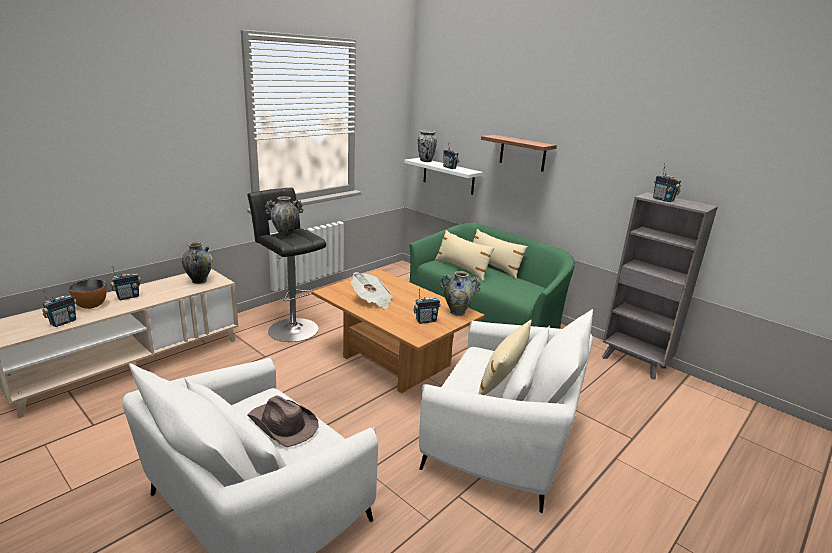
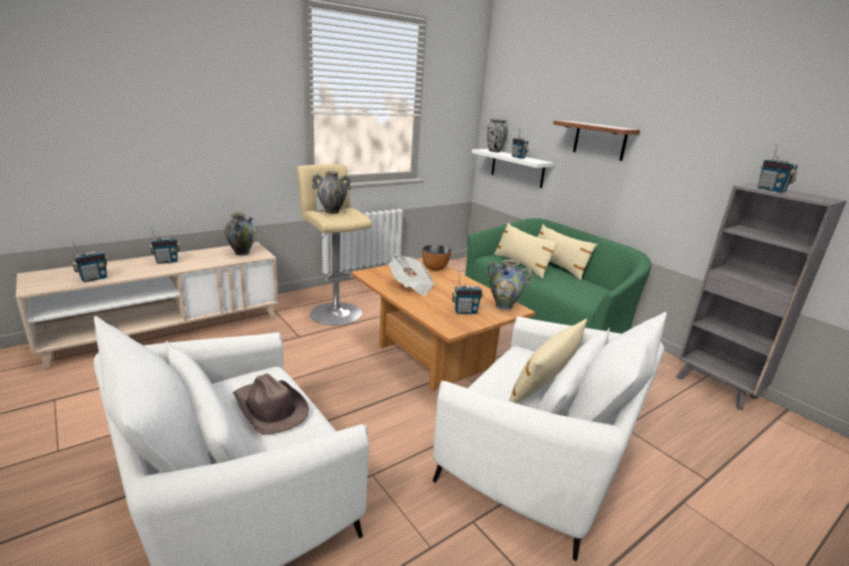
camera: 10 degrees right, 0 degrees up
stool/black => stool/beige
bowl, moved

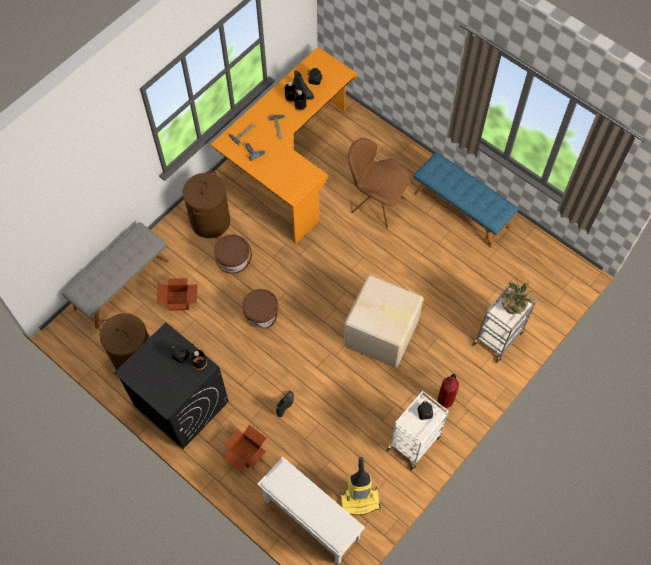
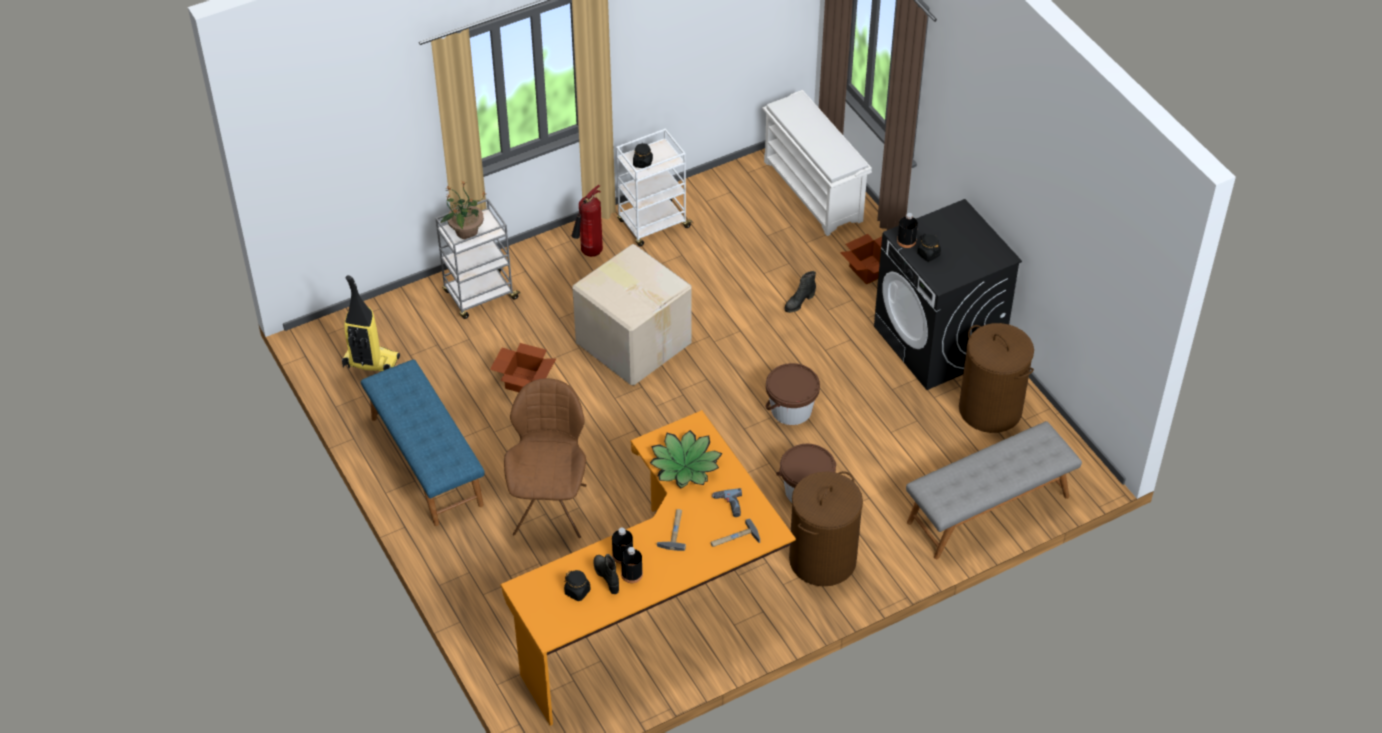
camera: 160 degrees left, 15 degrees down
chair/brown, 135 degrees counterclockwise
cardboard box (1st from left), moved
vacuum cleaner, moved
nothing => potted plant (2nd from left)

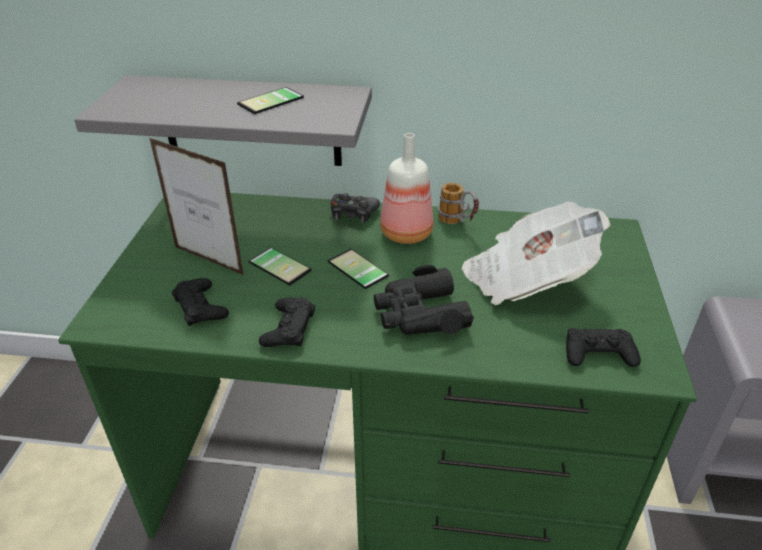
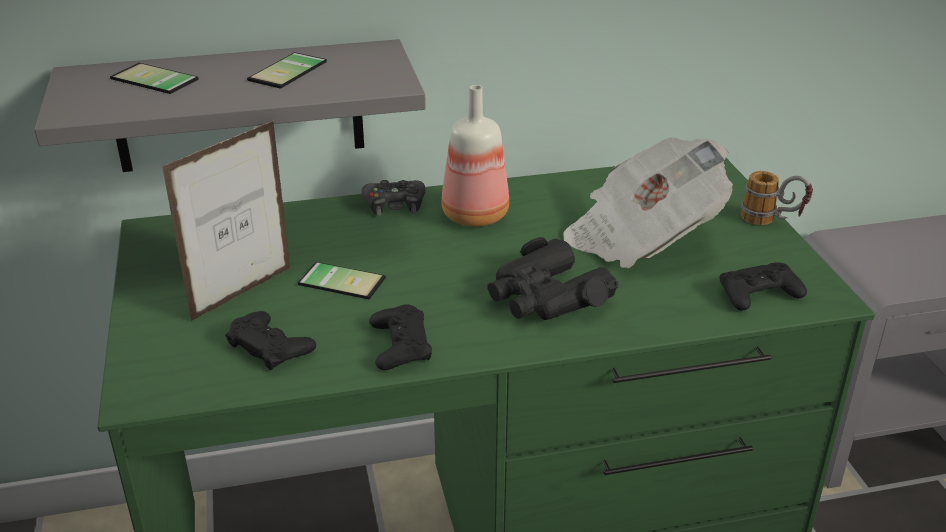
camera: 20 degrees left, 5 degrees down
picture frame, 60 degrees counterclockwise
mug, moved
phone (3rd from left in the first image) => phone (1st from left), moved

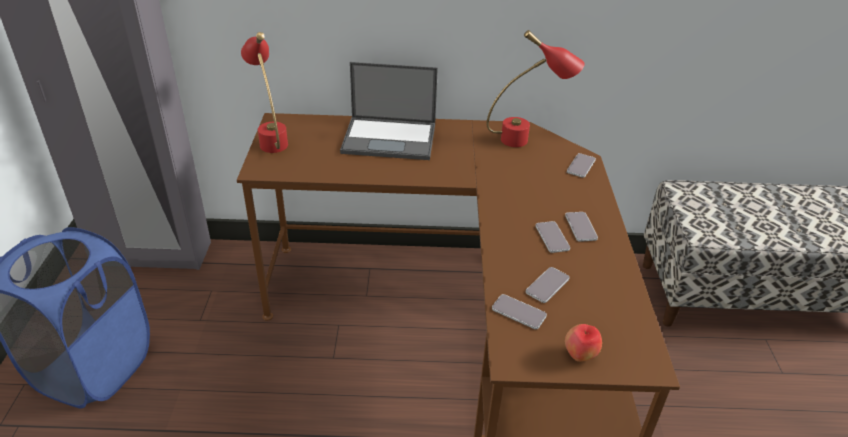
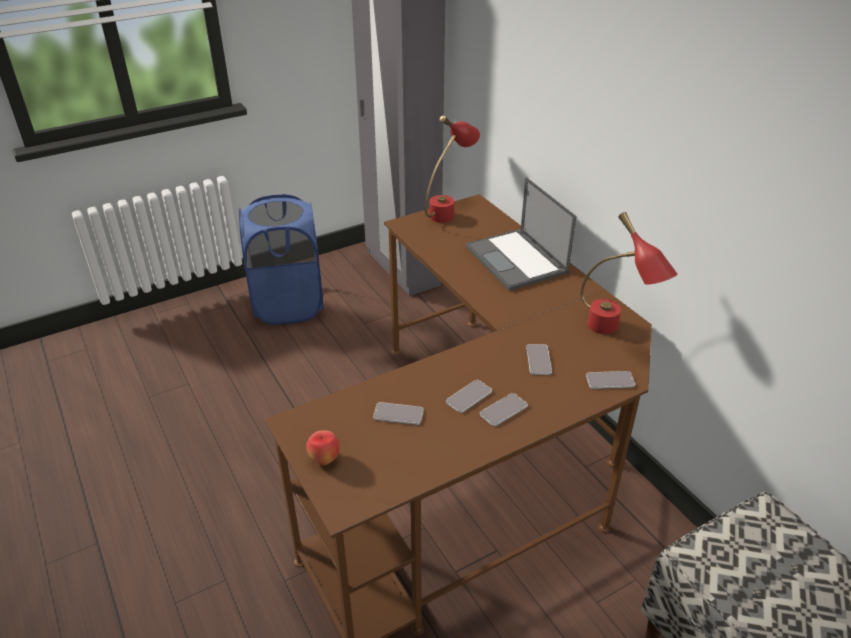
camera: 60 degrees right, 0 degrees up
phone (1st from left in the first image) => phone (4th from left), moved

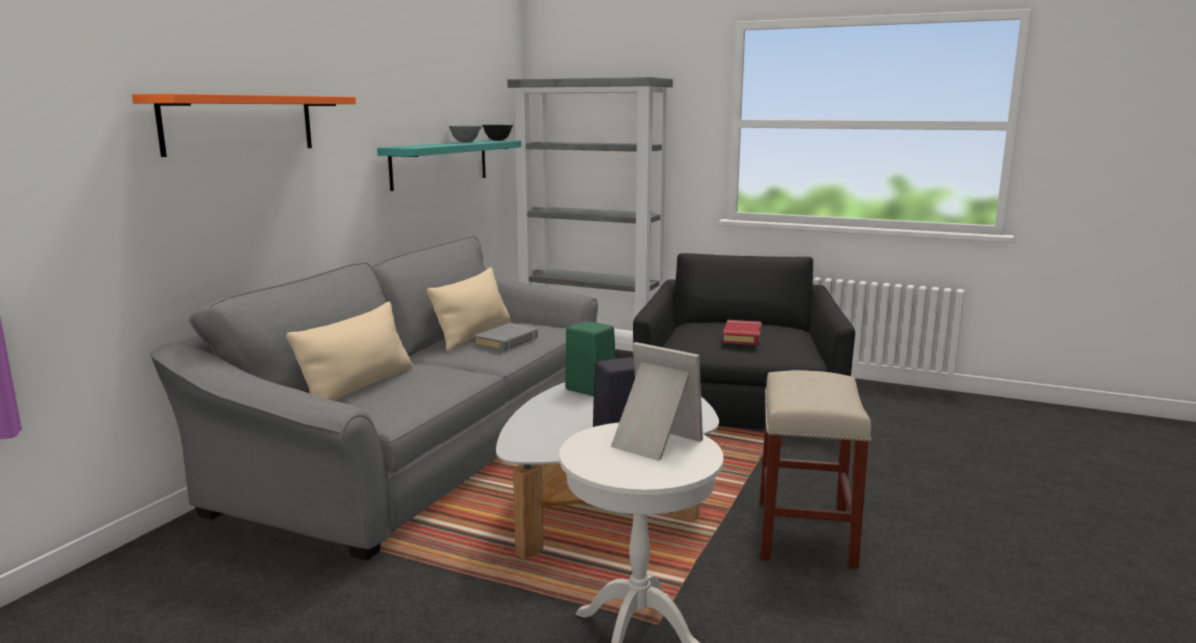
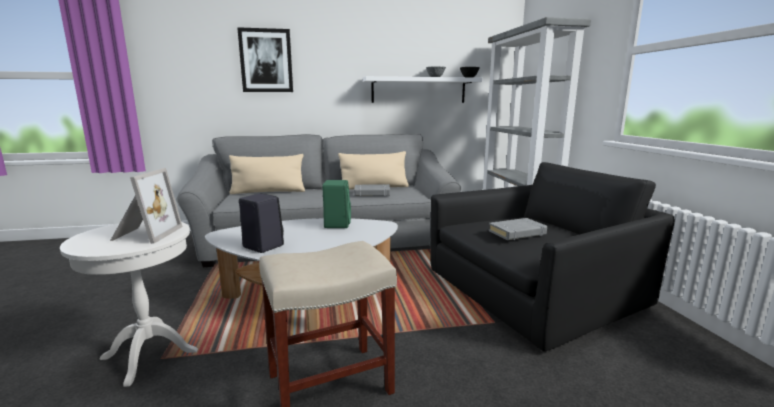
camera: 55 degrees right, 0 degrees up
shelf/orange => picture
shelf/turquoise => shelf/white
book/red => book/grey (2nd from left)

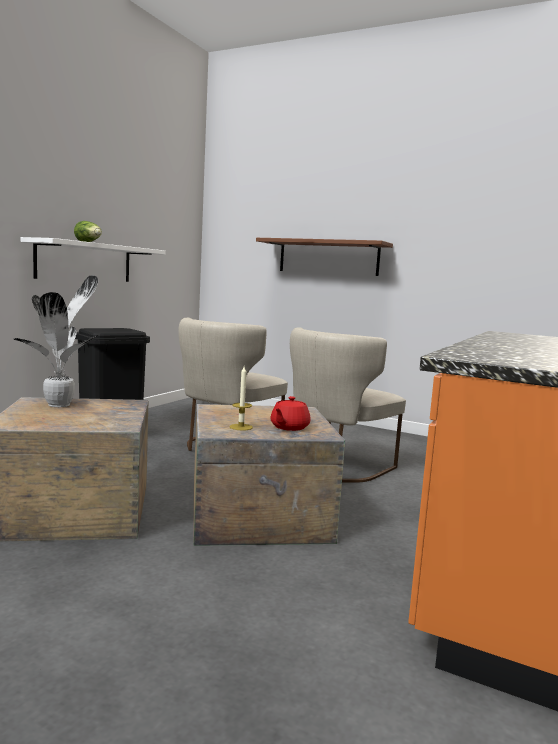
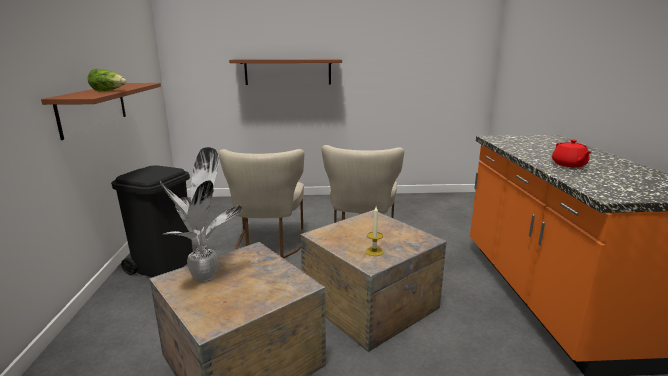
camera: 30 degrees left, 10 degrees up
shelf/white => shelf/brown (1st from left)
teapot/red, moved

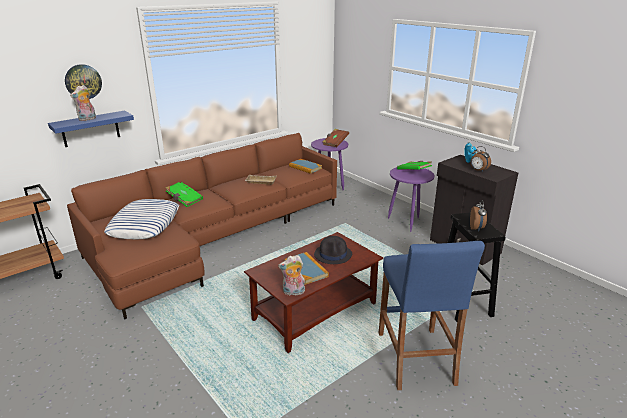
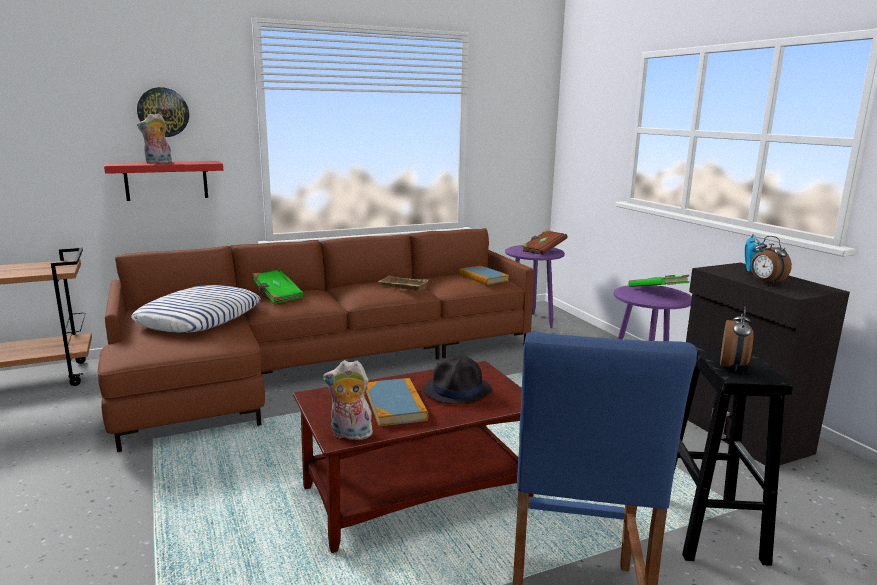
camera: 15 degrees right, 10 degrees down
shelf/blue => shelf/red

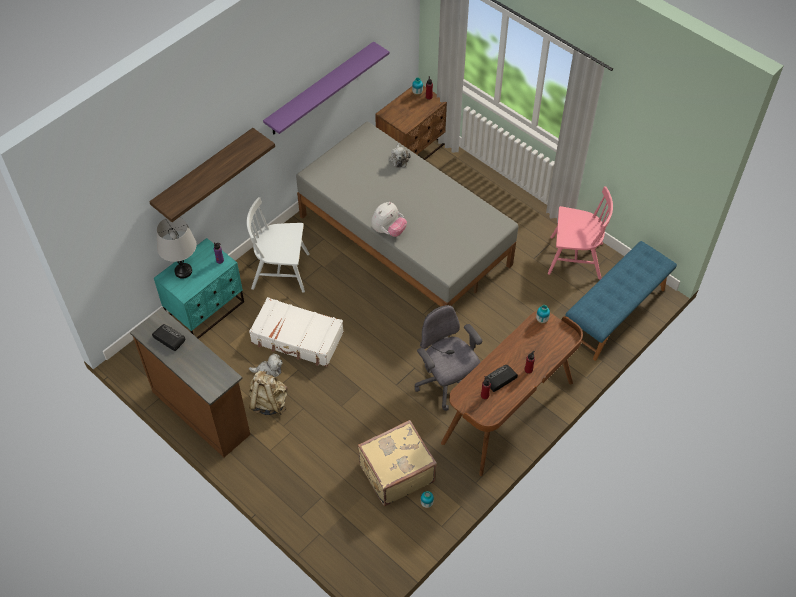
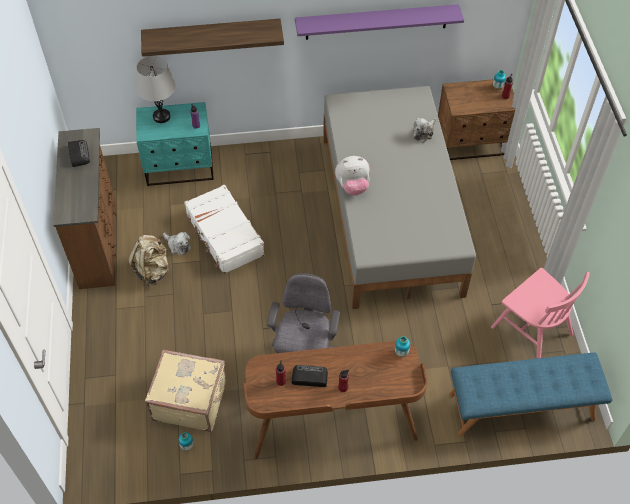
camera: 40 degrees right, 0 degrees up
chair/white => nothing

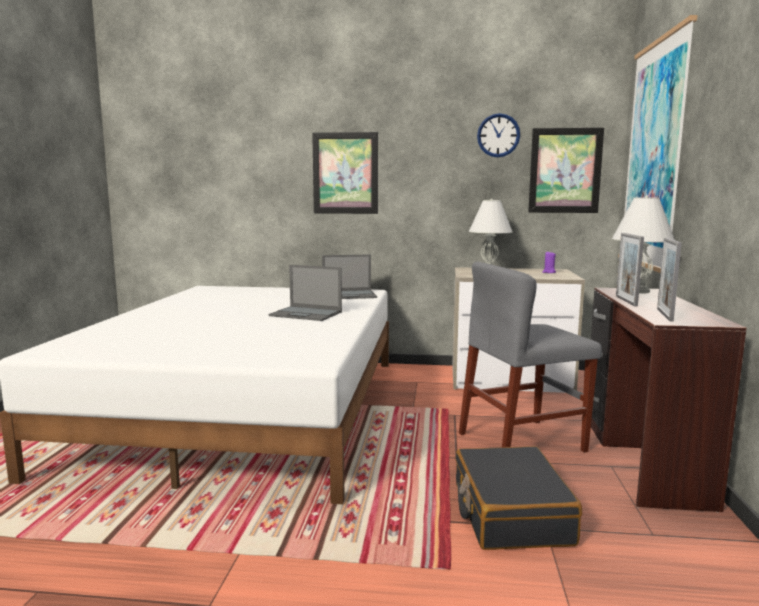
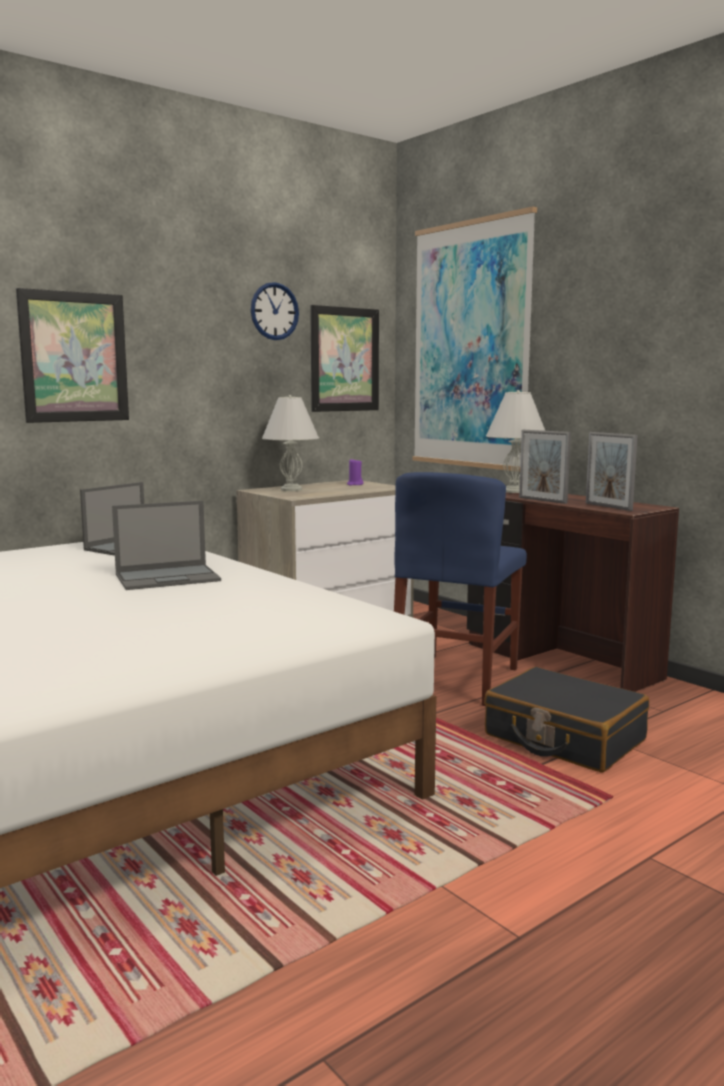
camera: 45 degrees left, 0 degrees up
chair/grey => chair/blue

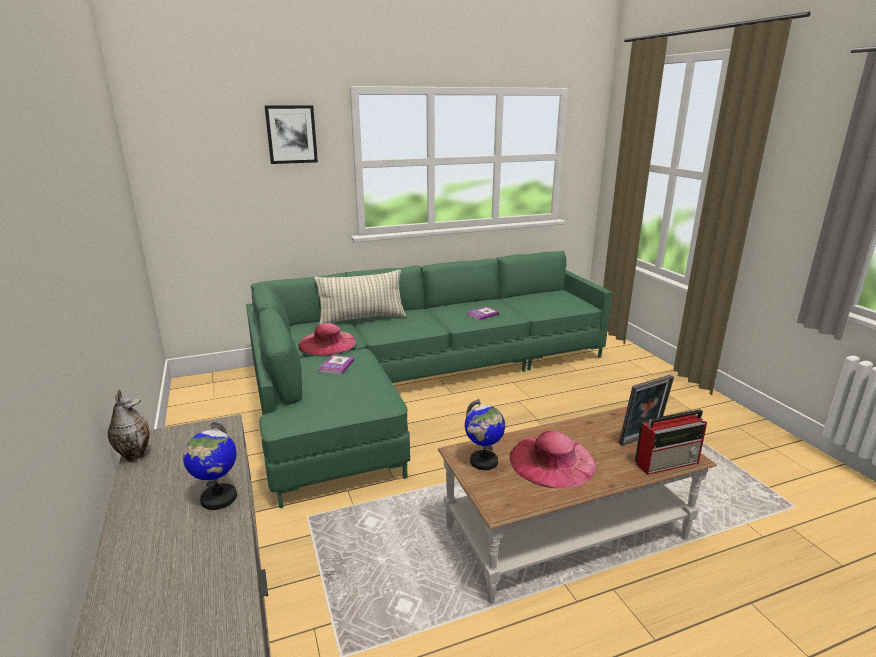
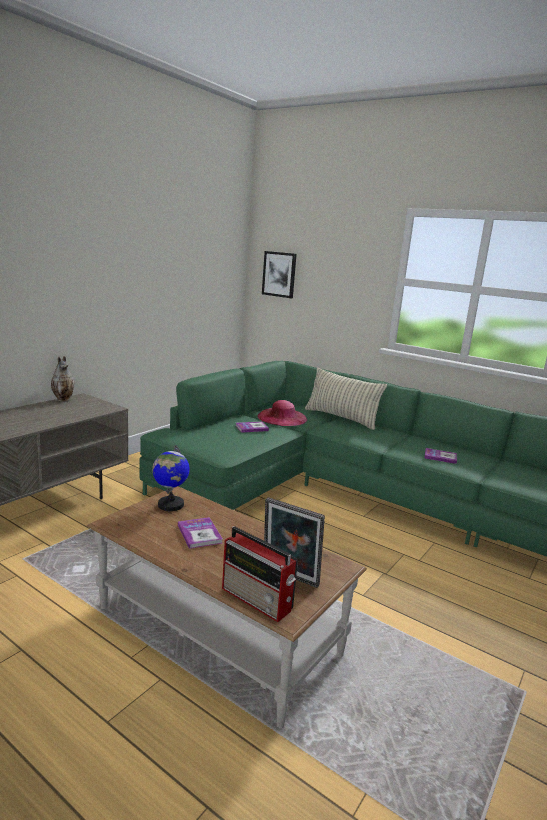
camera: 55 degrees right, 5 degrees down
picture, moved
globe (1st from left) => nothing
hat/pink (2nd from left) => book (1st from left)

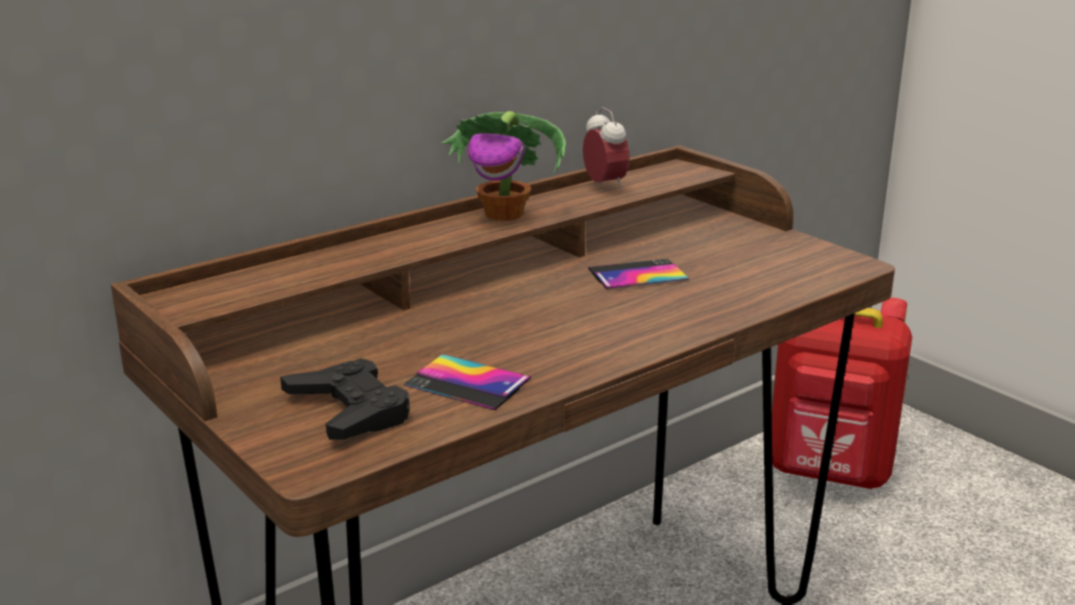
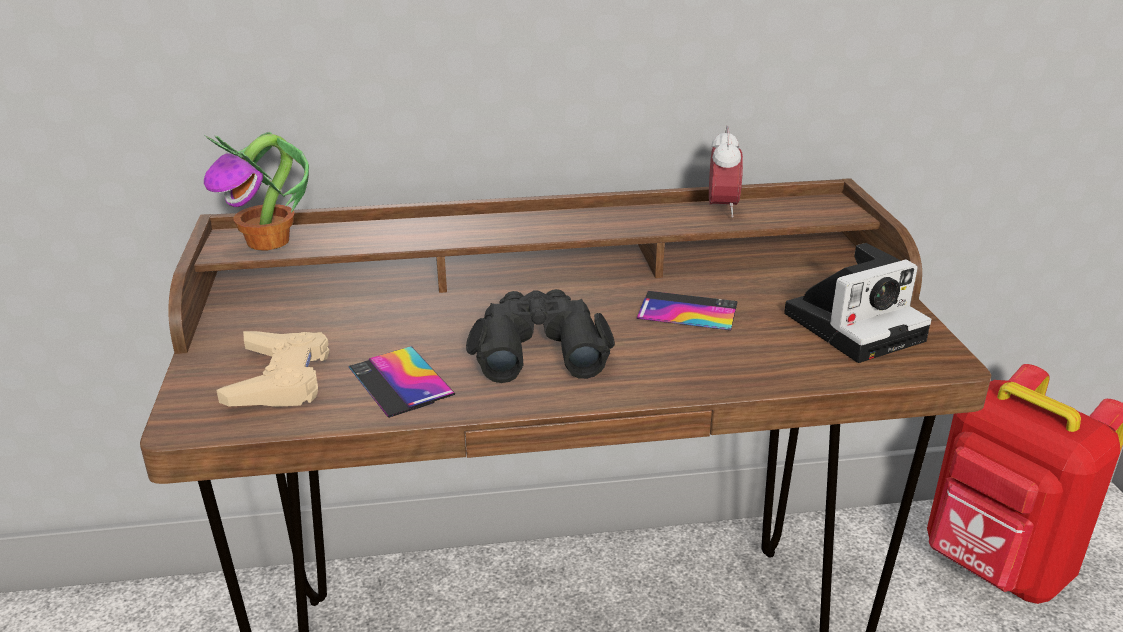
camera: 30 degrees right, 5 degrees up
potted plant, moved
game controller/black => game controller/beige
nothing => photo camera
nothing => binoculars/black

